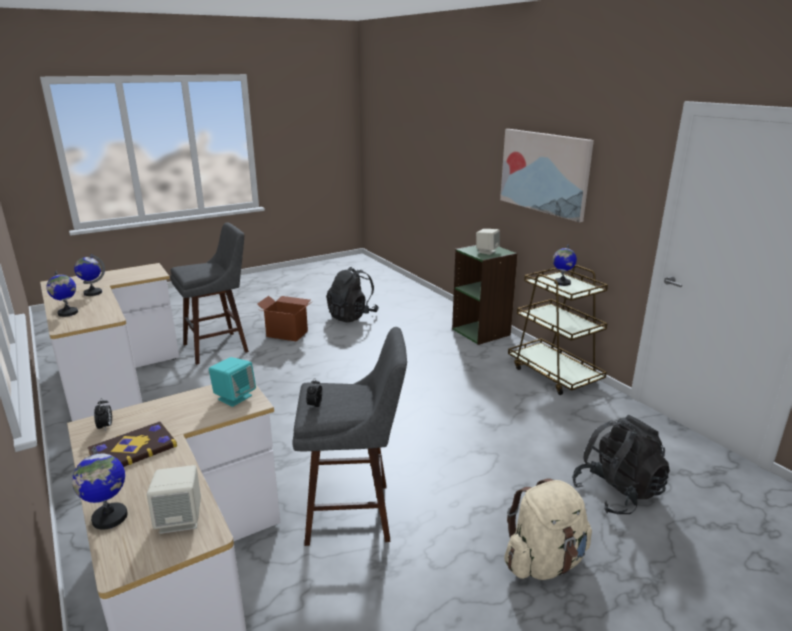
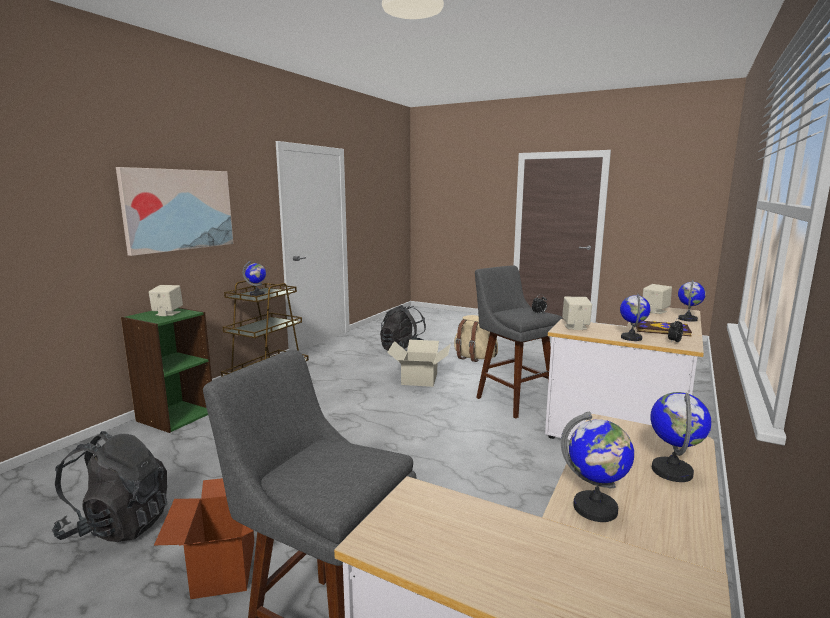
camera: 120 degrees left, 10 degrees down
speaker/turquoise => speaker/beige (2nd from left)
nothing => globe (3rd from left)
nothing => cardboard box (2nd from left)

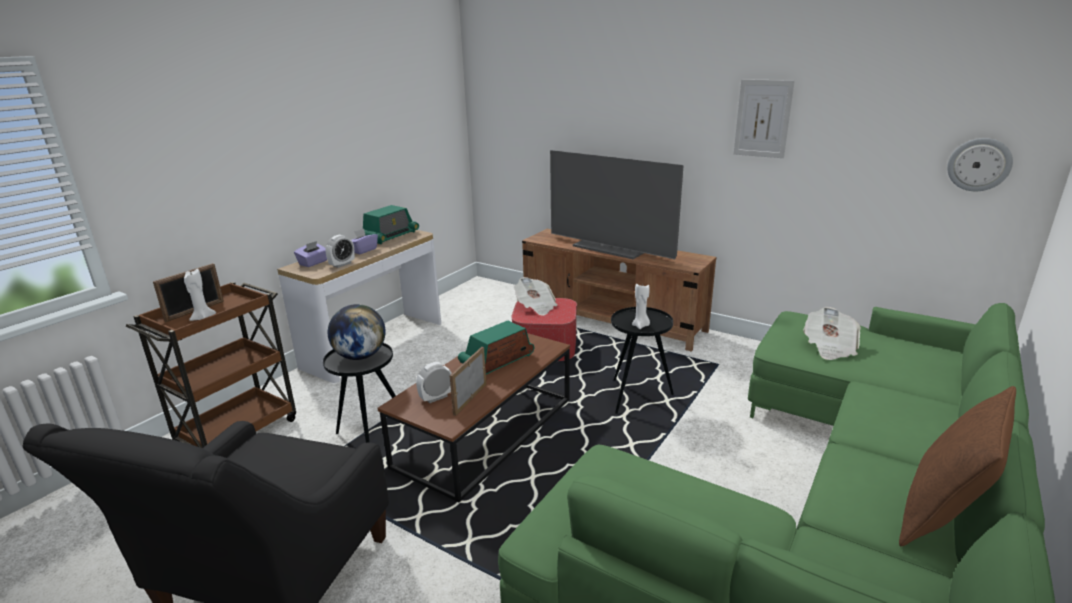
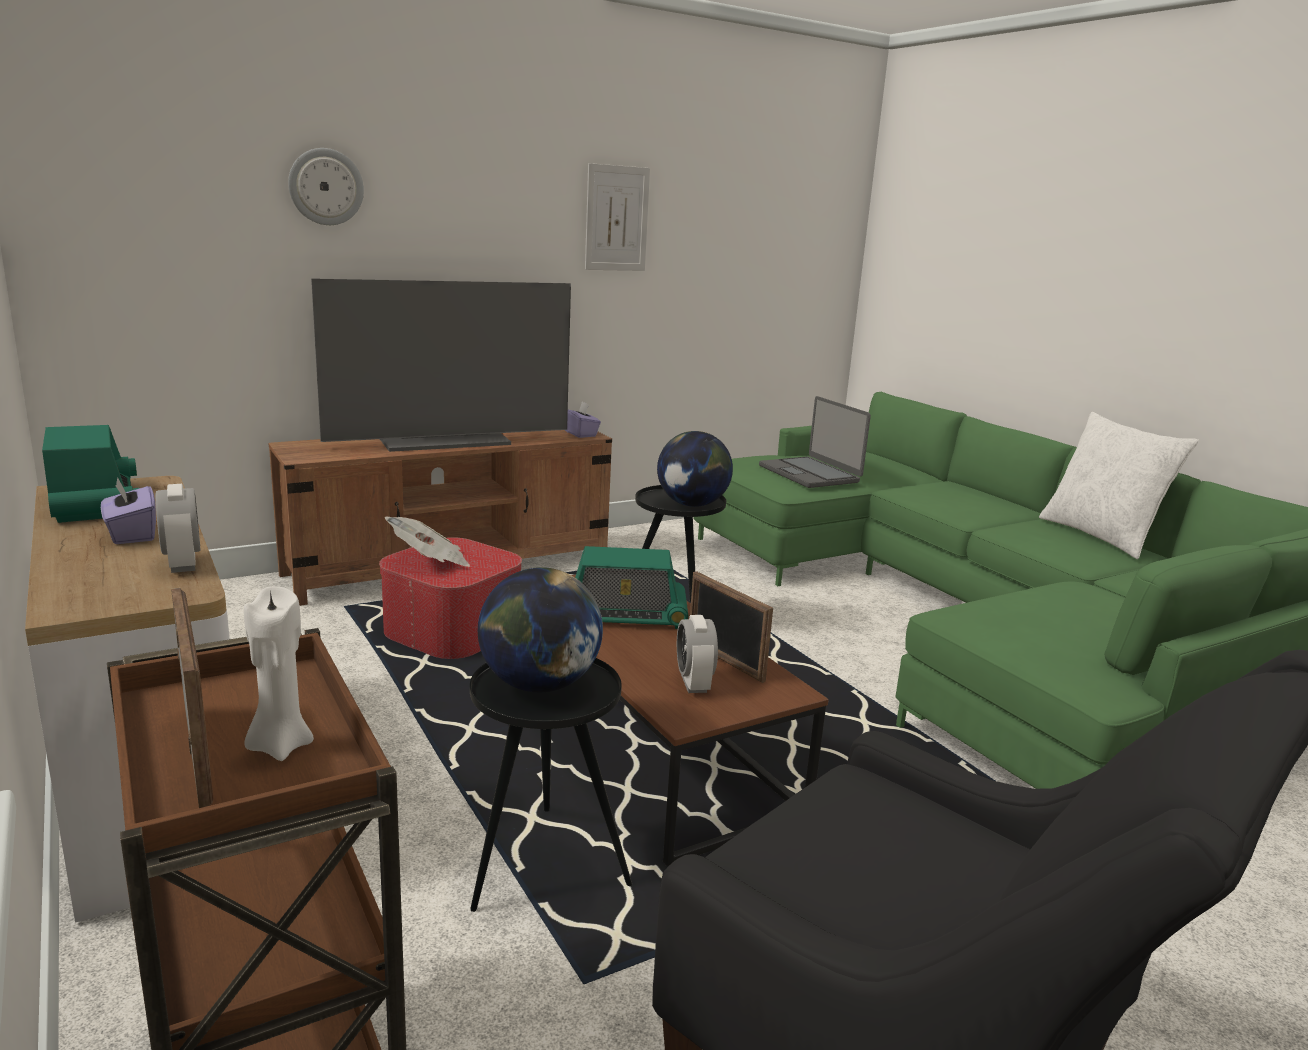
camera: 65 degrees left, 5 degrees down
wall clock, moved
tissue box/purple (1st from left in the first image) => tissue box/purple (2nd from left), moved
candle/white (2nd from left) => globe (2nd from left)
newspaper (2nd from left) => laptop
radio (2nd from left), 75 degrees counterclockwise
pillow/brown => pillow/white

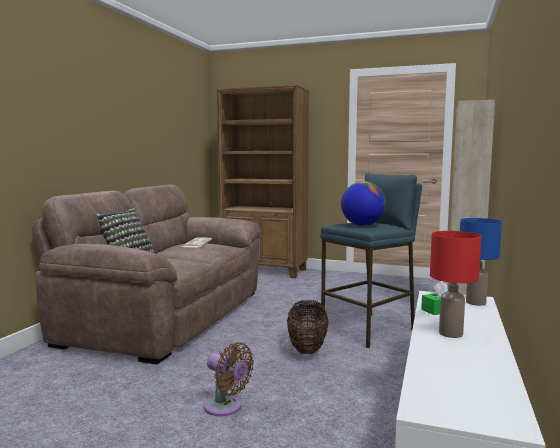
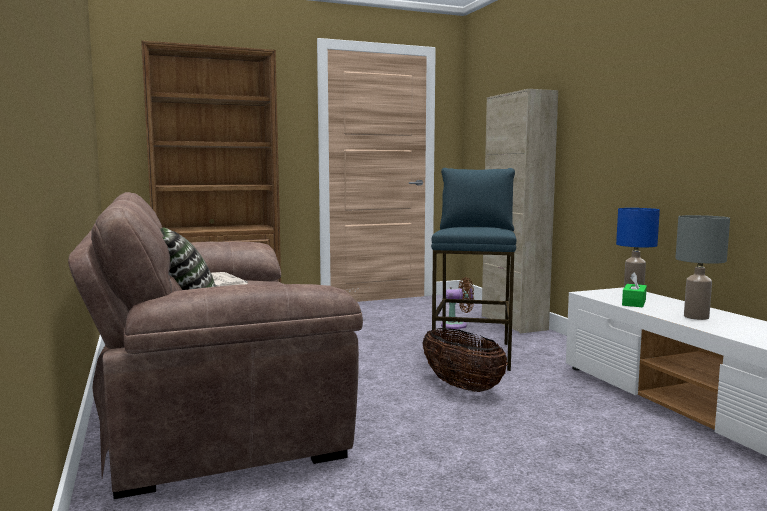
camera: 40 degrees left, 0 degrees up
globe => nothing
table lamp/red => table lamp/grey
fan/brown, moved

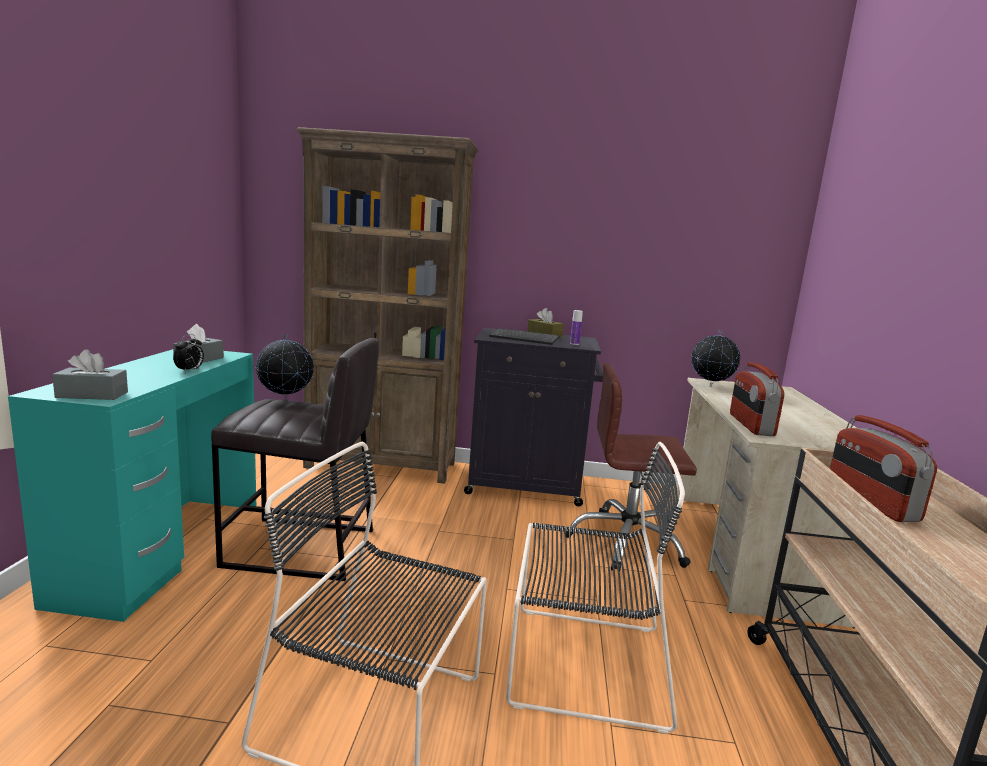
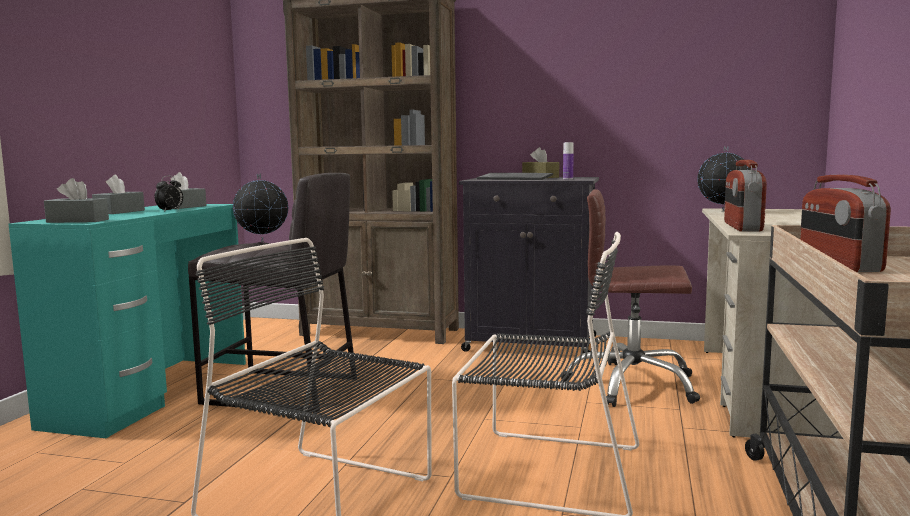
camera: 10 degrees right, 5 degrees down
nothing => tissue box/grey (2nd from left)

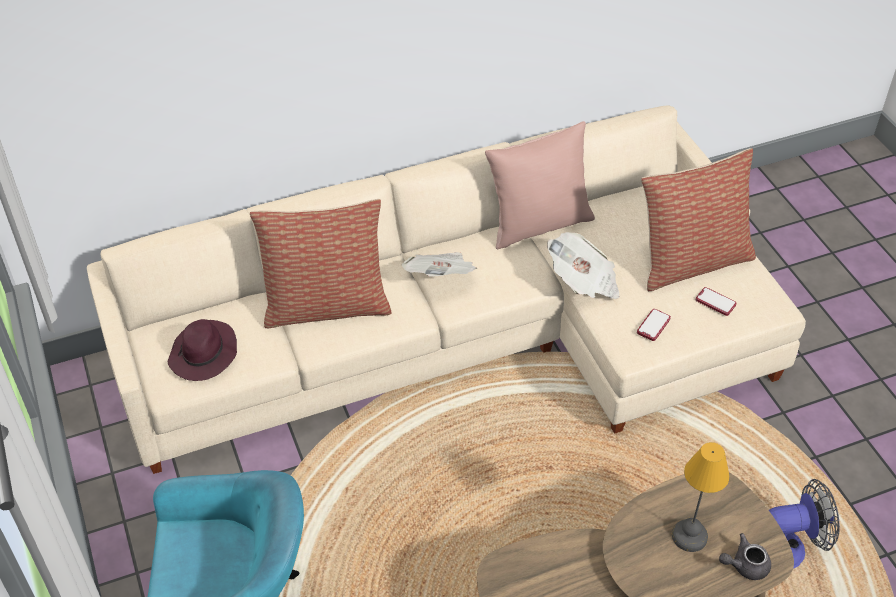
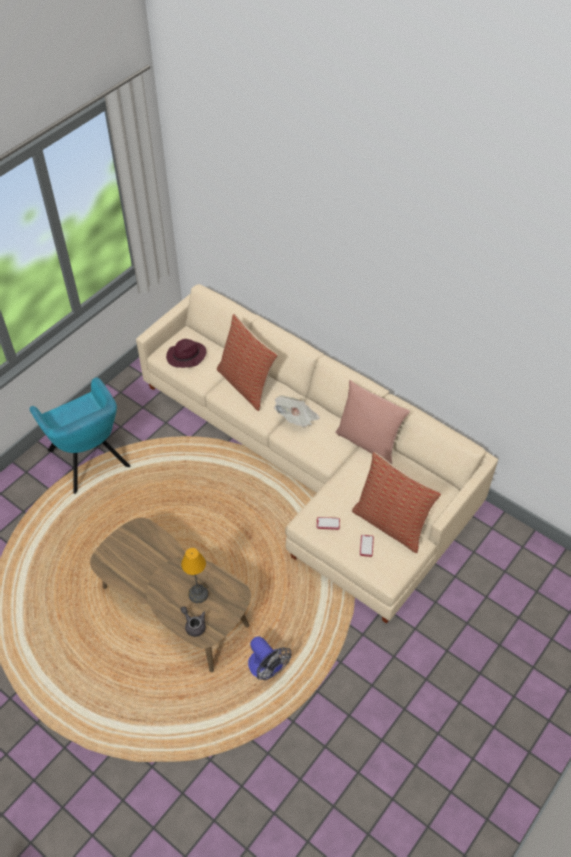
camera: 60 degrees right, 5 degrees up
newspaper (2nd from left) => nothing

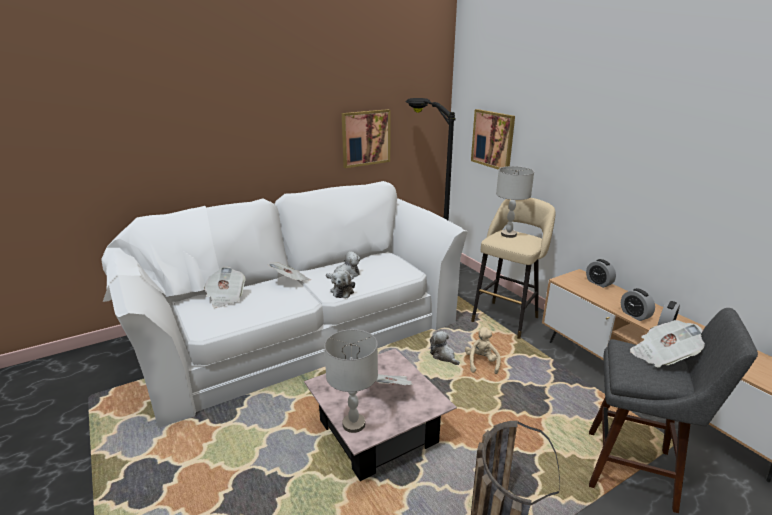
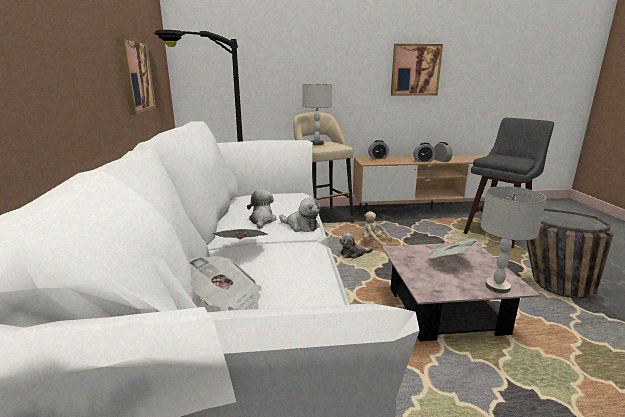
camera: 65 degrees left, 5 degrees down
picture (2nd from left), moved
newspaper (4th from left) => nothing

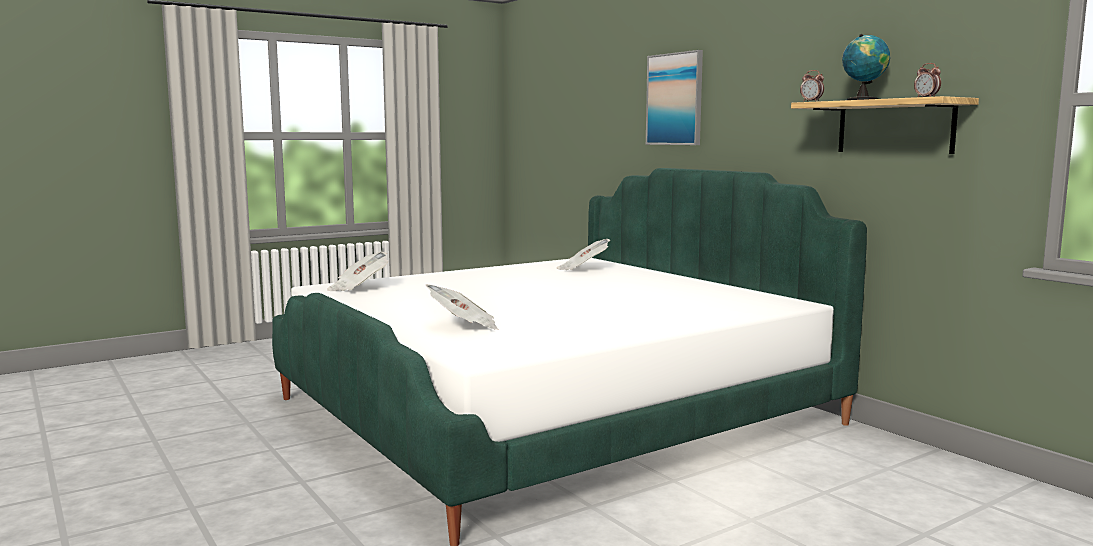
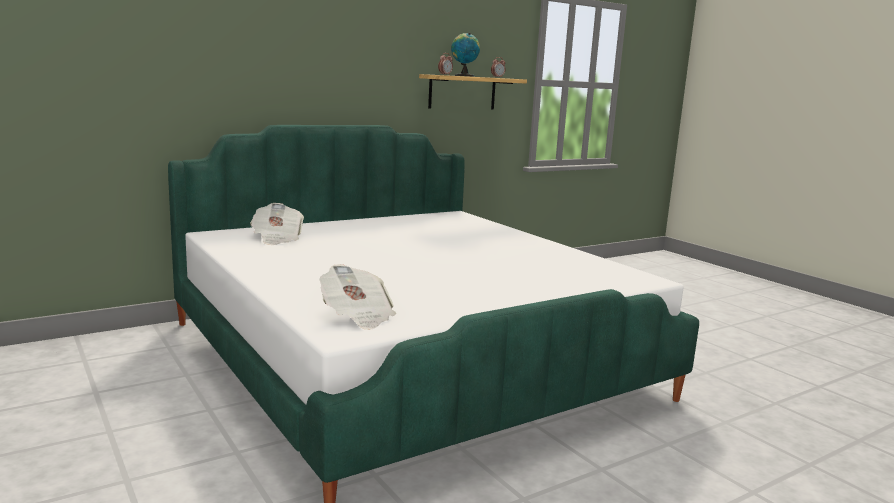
camera: 90 degrees left, 5 degrees up
picture => nothing
newspaper (2nd from left) => nothing

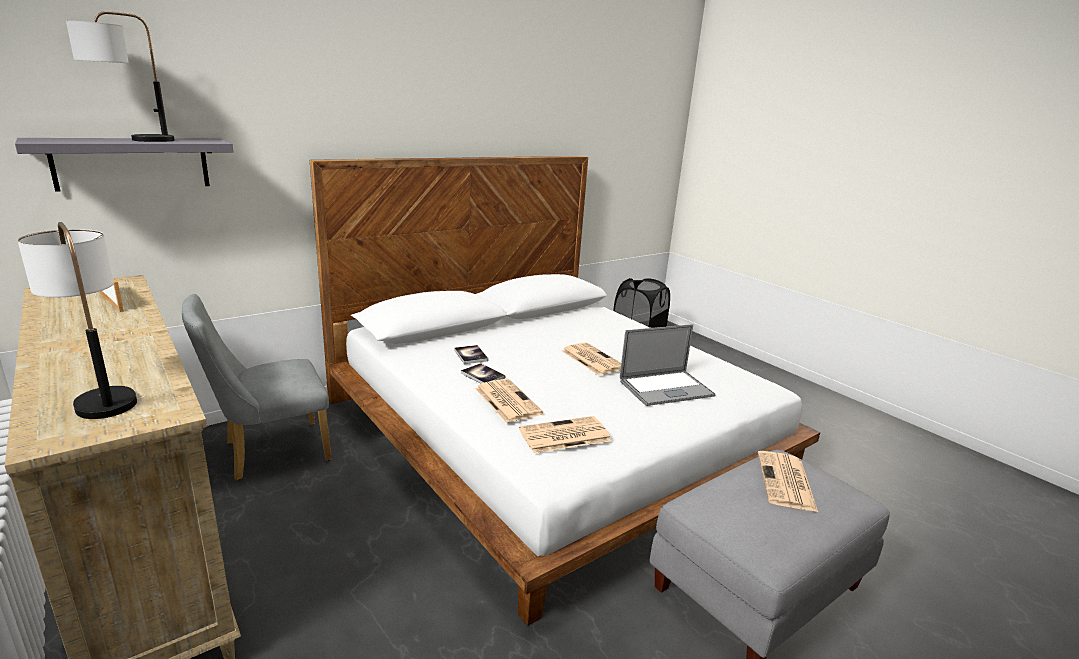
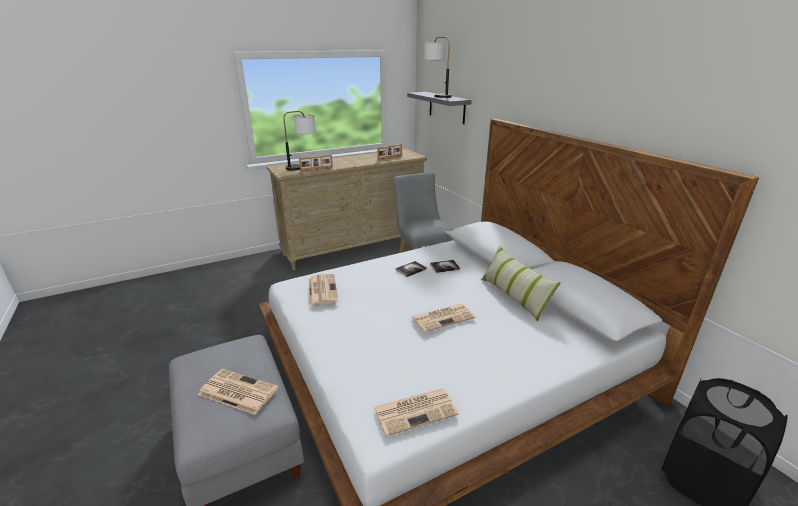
camera: 100 degrees right, 5 degrees up
laptop => nothing
newspaper (1st from left in the first image) => newspaper (3rd from left), moved
nothing => picture frame (1st from left)
nothing => pillow

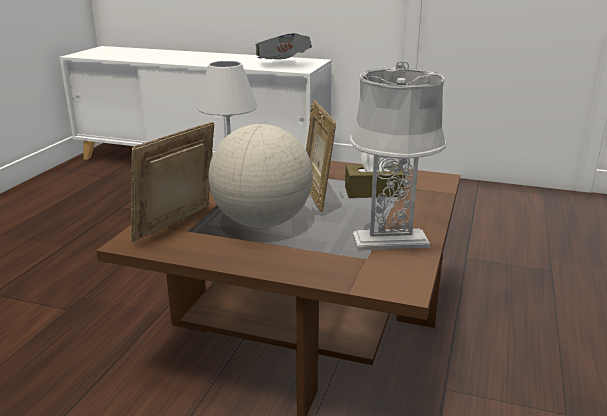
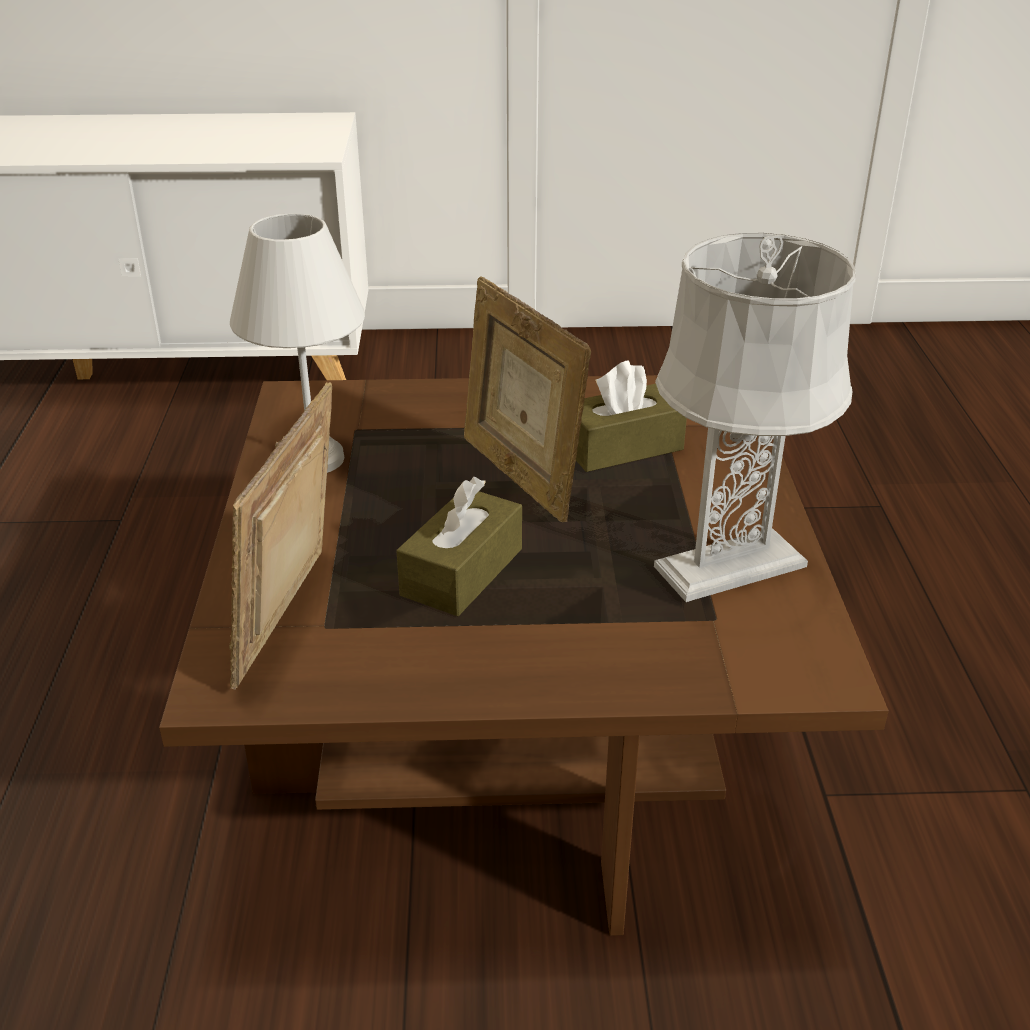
camera: 20 degrees left, 10 degrees up
newspaper => nothing
globe => tissue box/brown (1st from left)

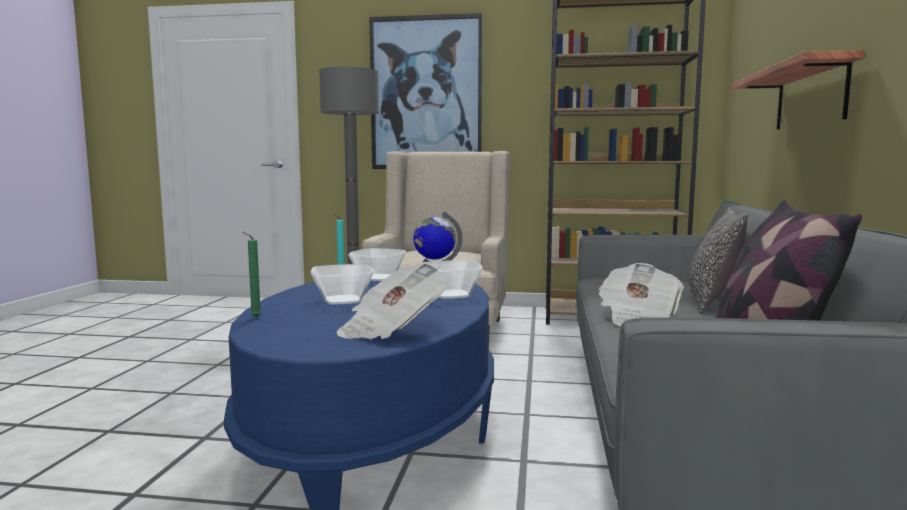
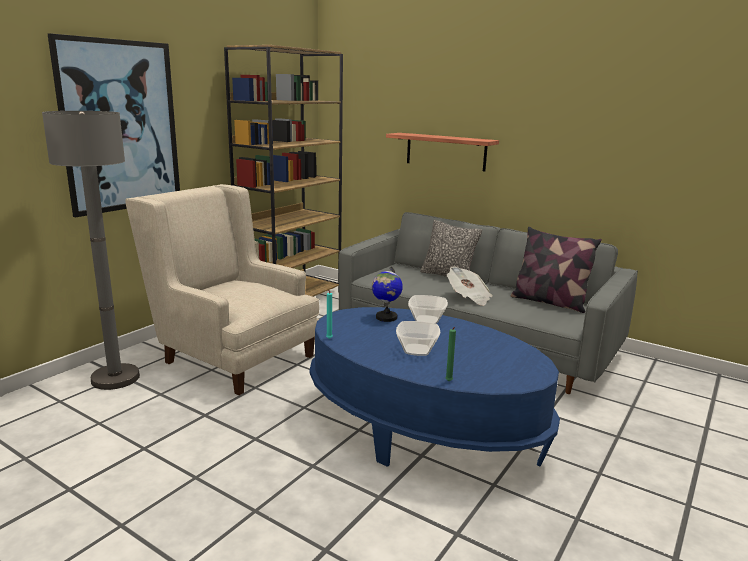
camera: 65 degrees left, 10 degrees up
bowl (2nd from left) => nothing
newspaper (1st from left) => nothing

